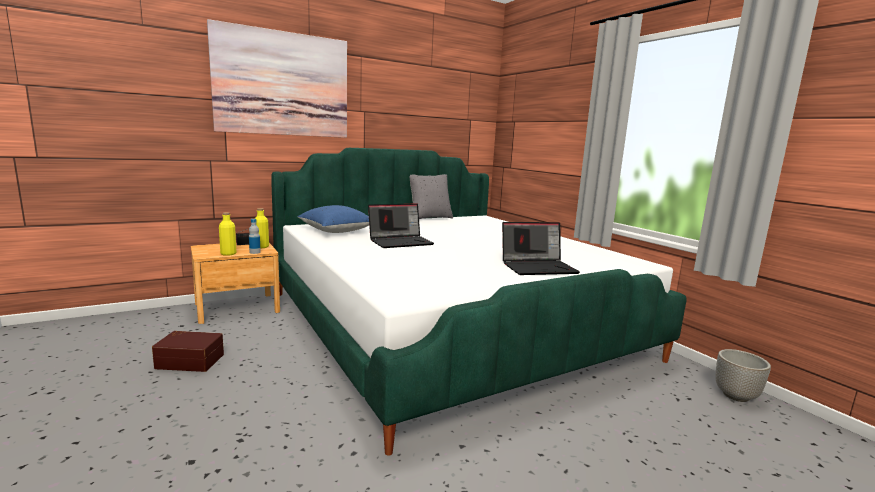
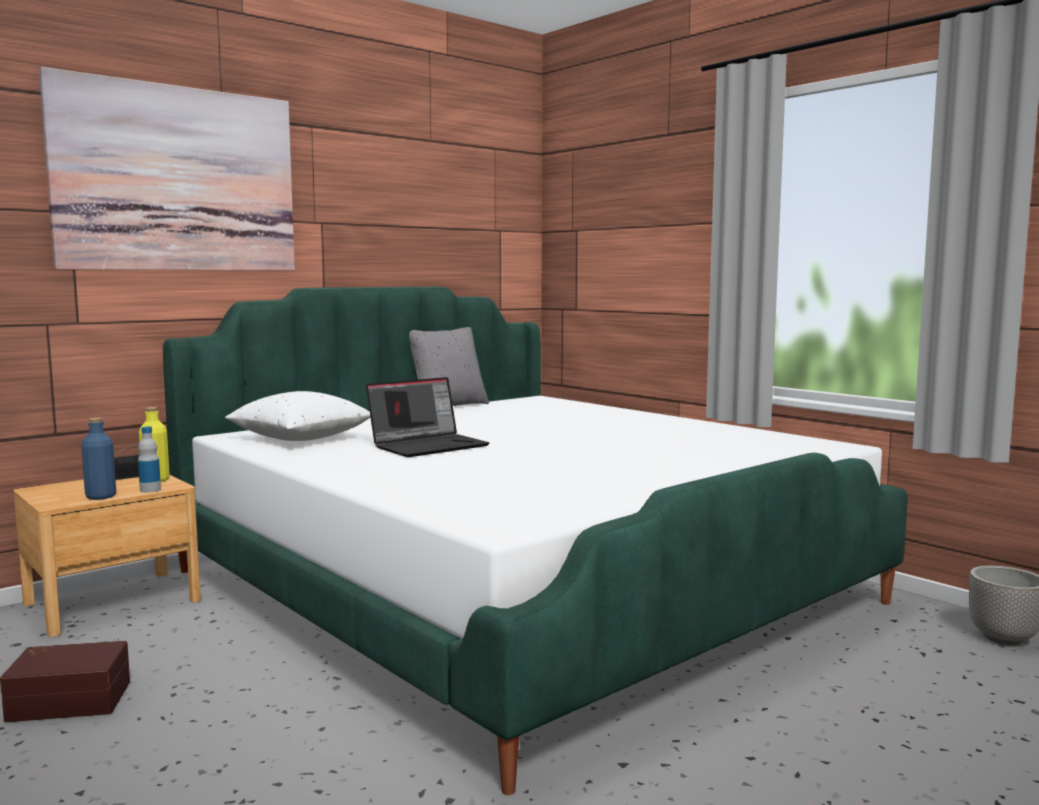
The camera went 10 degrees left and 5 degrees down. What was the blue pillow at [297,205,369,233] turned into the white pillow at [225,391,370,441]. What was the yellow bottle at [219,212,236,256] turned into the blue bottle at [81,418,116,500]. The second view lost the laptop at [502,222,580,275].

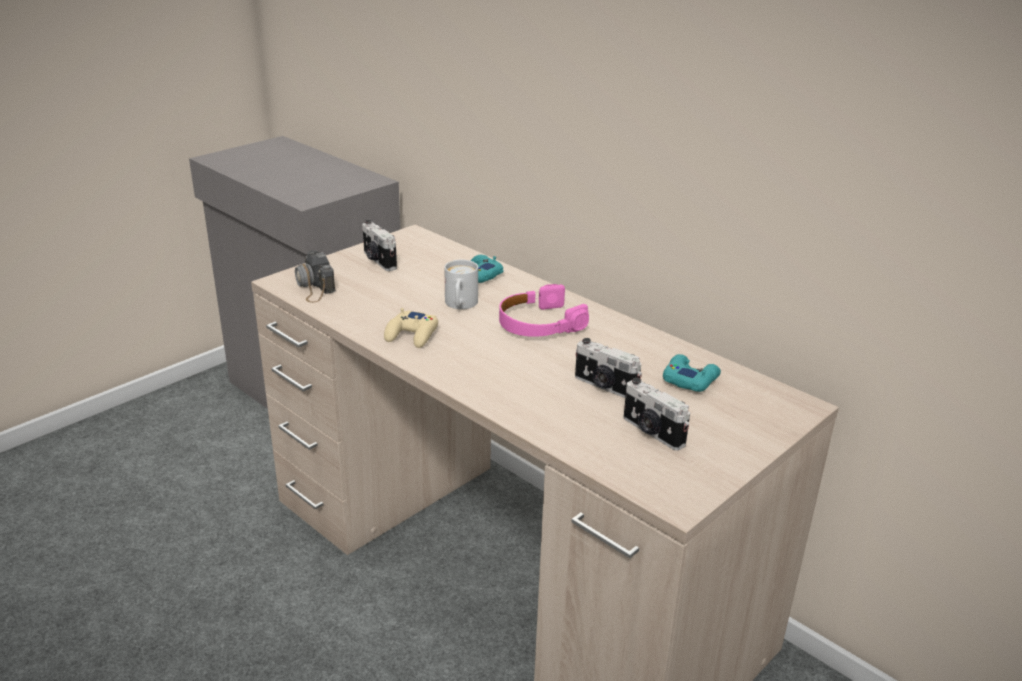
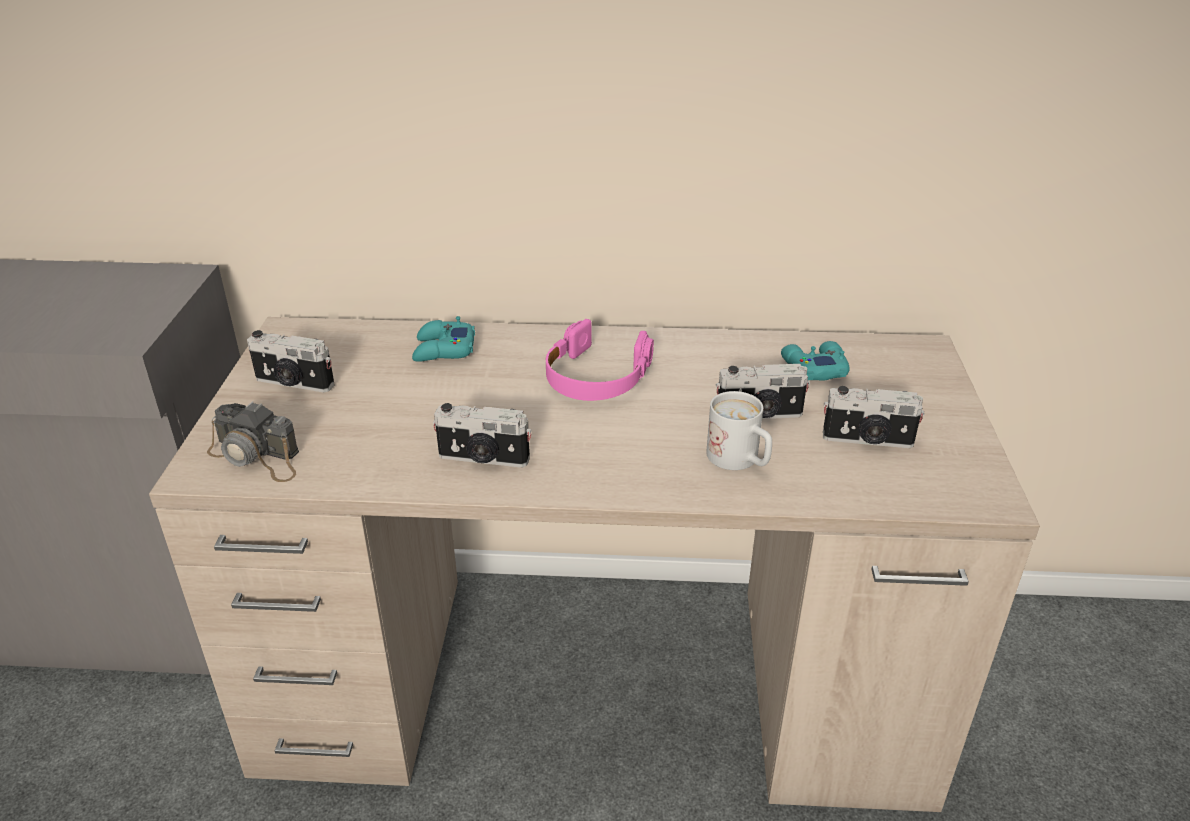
The camera went 40 degrees left and 5 degrees up. The white mug ended up elsewhere, having gone from [444,260,478,309] to [707,391,772,470]. Where the beige game controller stood at [384,308,438,348], the photo camera came to stand at [433,403,532,468].

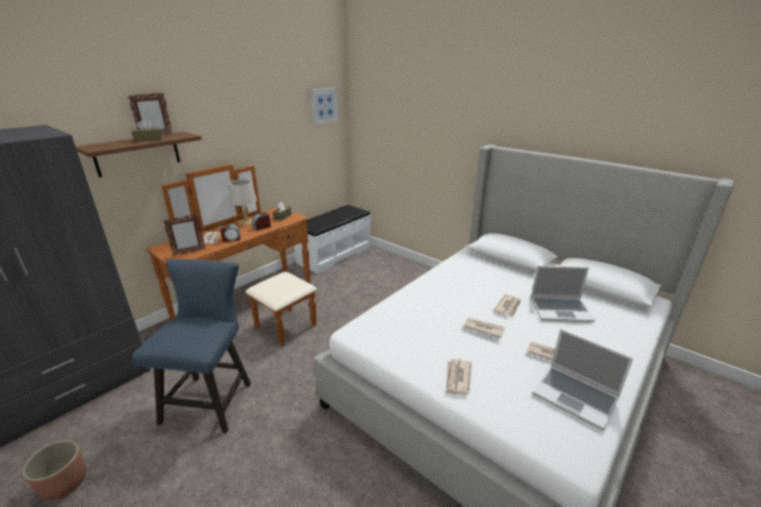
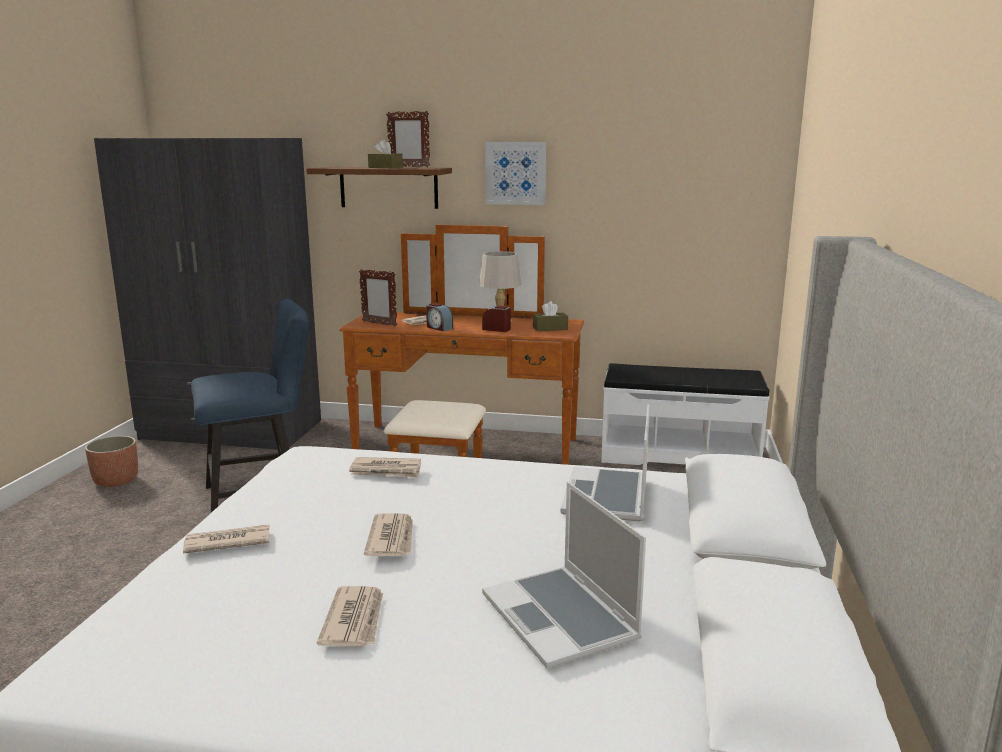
The camera went 60 degrees right and 10 degrees down. The picture ended up elsewhere, having gone from [311,88,338,125] to [485,142,546,205]. The newspaper ended up elsewhere, having gone from [493,294,521,317] to [349,457,421,478]. The laptop ended up elsewhere, having gone from [532,329,633,431] to [560,404,650,521].

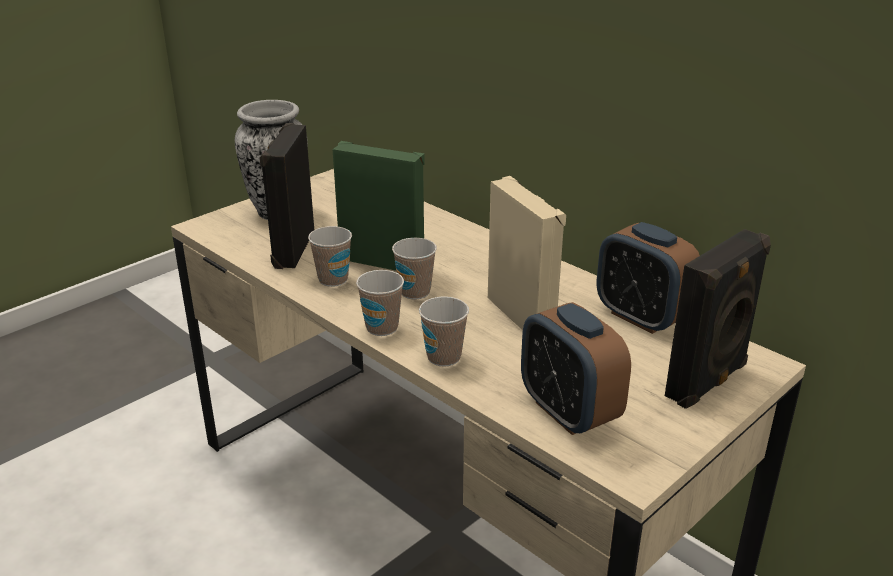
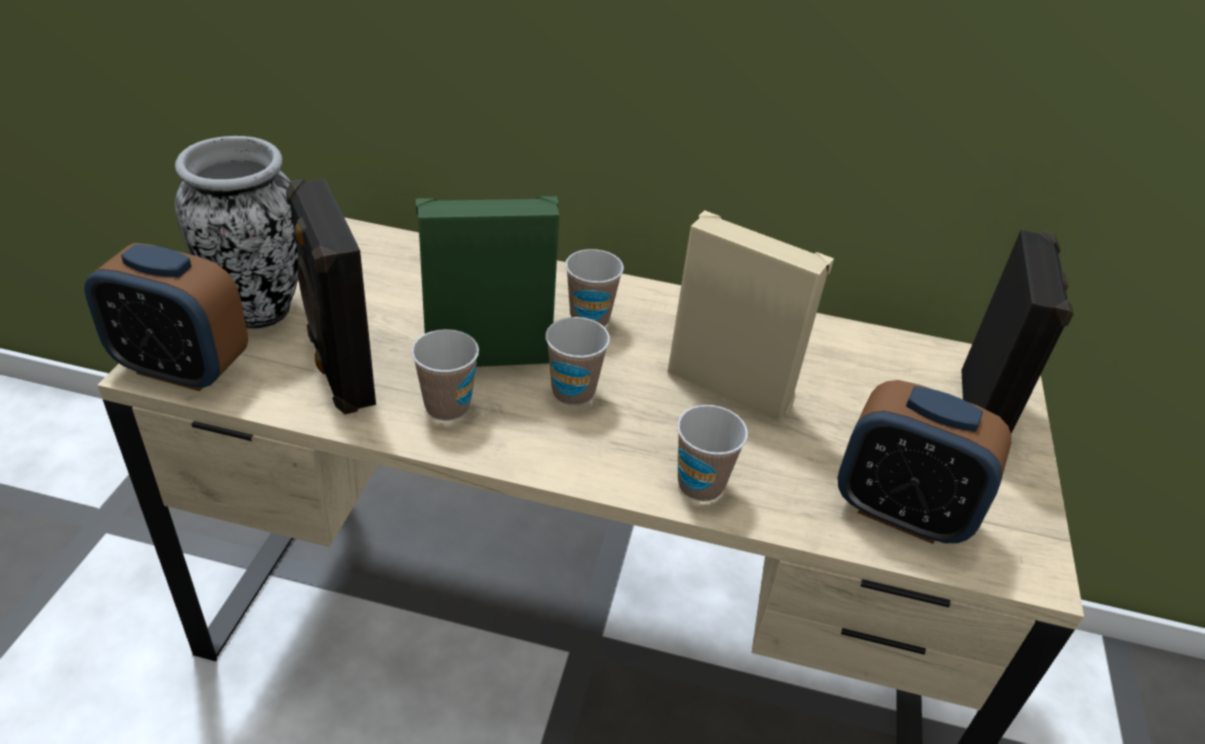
The camera went 35 degrees left and 10 degrees up. The alarm clock ended up elsewhere, having gone from [597,222,700,334] to [84,243,248,391]. The cup ended up elsewhere, having gone from [356,270,404,336] to [565,249,624,327].

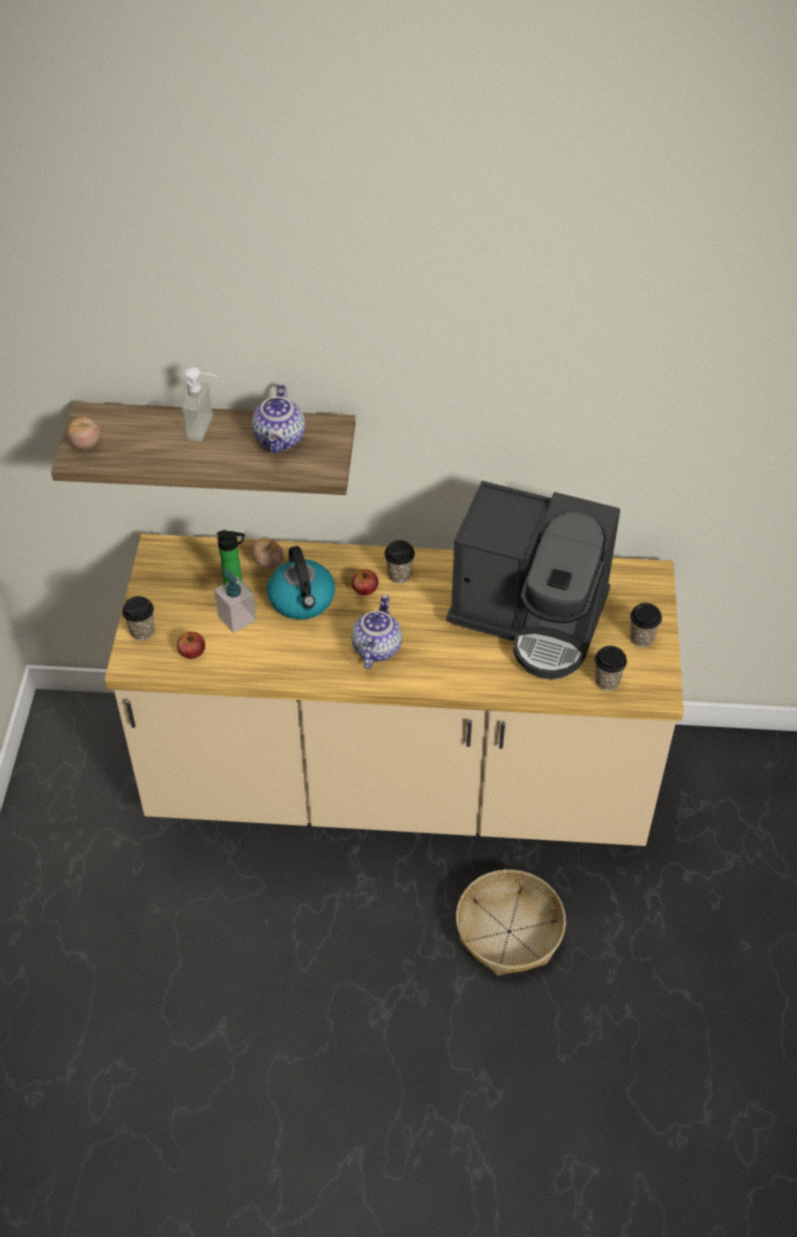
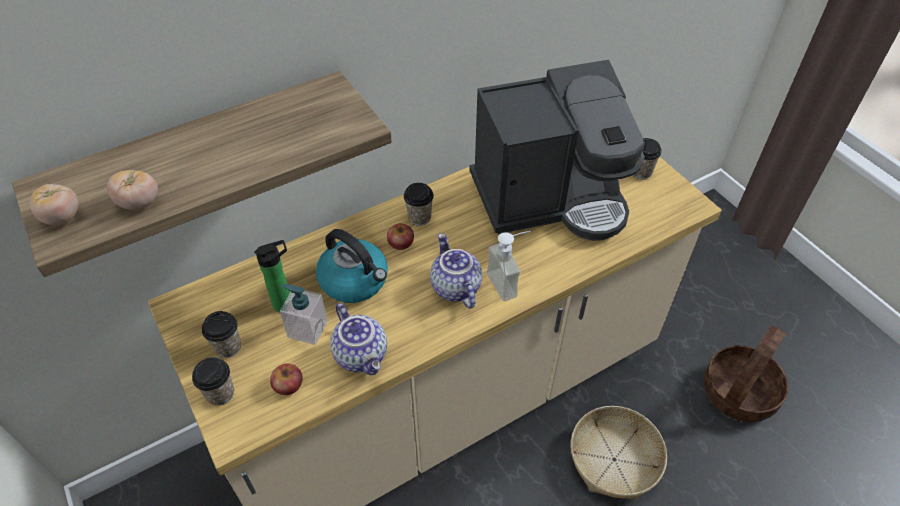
The camera went 35 degrees left and 0 degrees up. The soap dispenser ended up elsewhere, having gone from [182,367,219,442] to [487,231,531,301]. The teapot ended up elsewhere, having gone from [252,385,305,453] to [330,303,387,375]. The tomato ended up elsewhere, having gone from [252,538,284,568] to [107,170,158,210]. The cup ended up elsewhere, having gone from [595,646,627,690] to [202,311,241,358]. The second view gained the basket at [704,325,789,422].

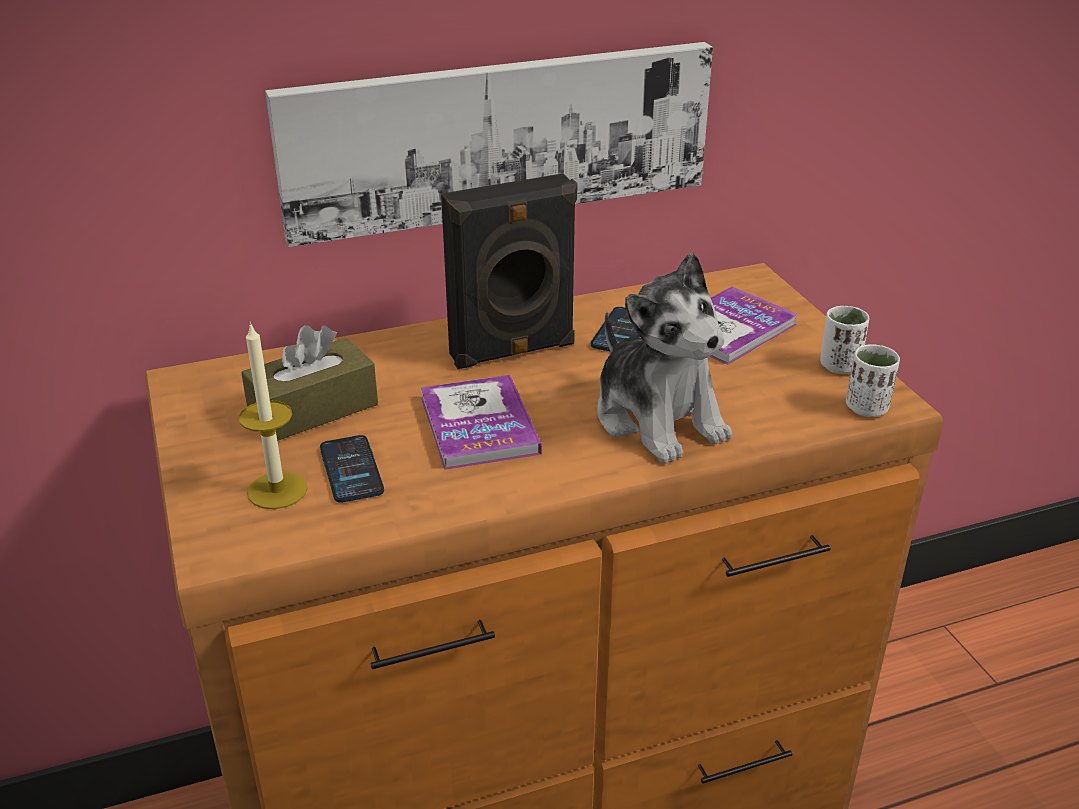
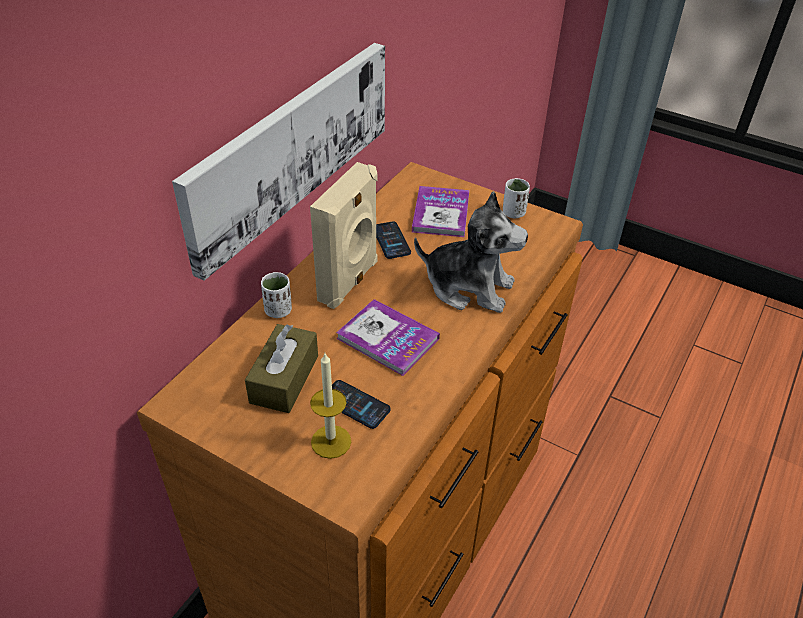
The camera went 40 degrees left and 10 degrees up. What was the black speaker at [441,174,577,369] turned into the beige speaker at [310,162,378,309]. The white cup ended up elsewhere, having gone from [846,344,900,417] to [261,272,292,318].

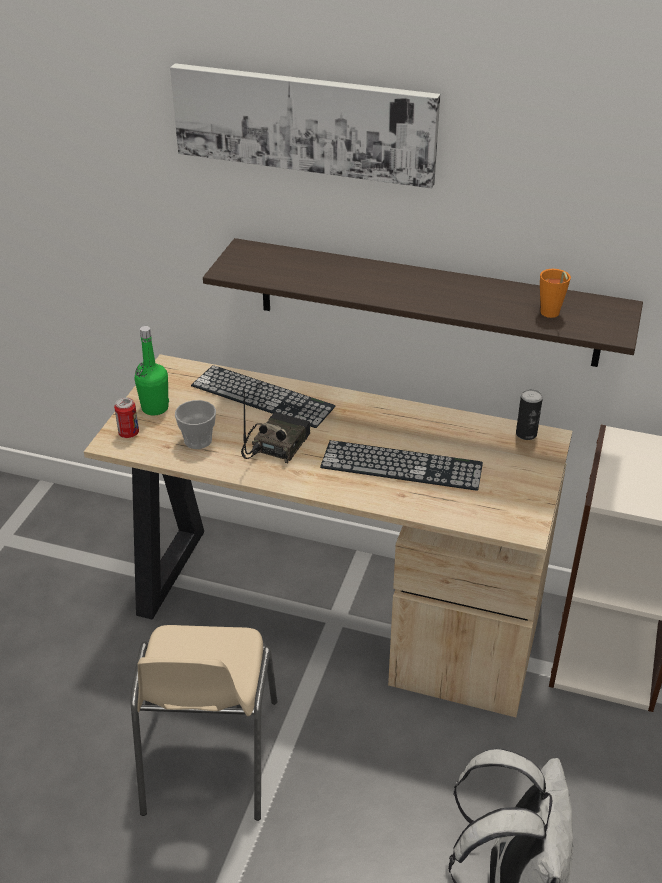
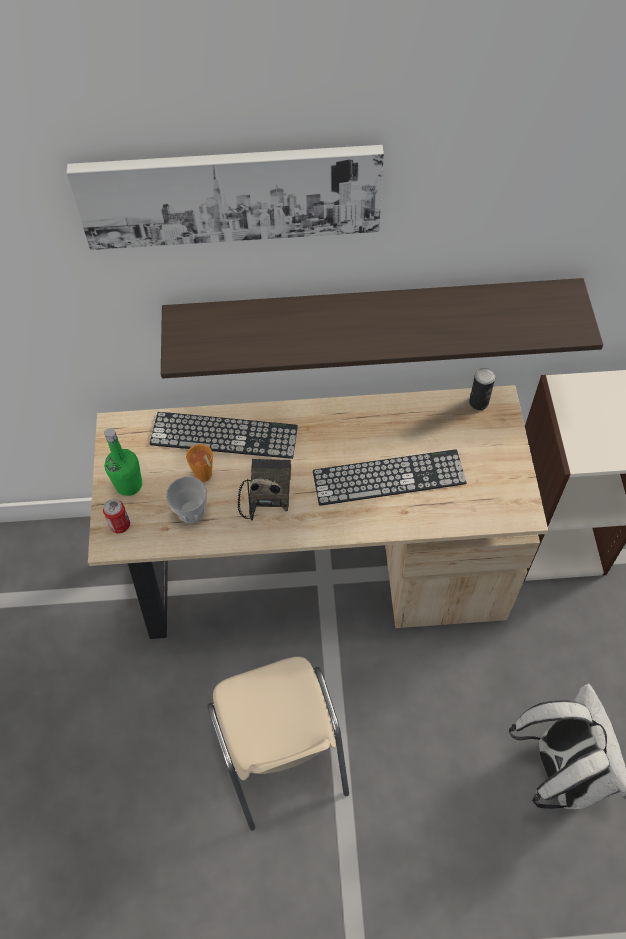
The camera went 20 degrees left and 20 degrees up. The orange cup ended up elsewhere, having gone from [540,269,571,318] to [186,444,213,482].

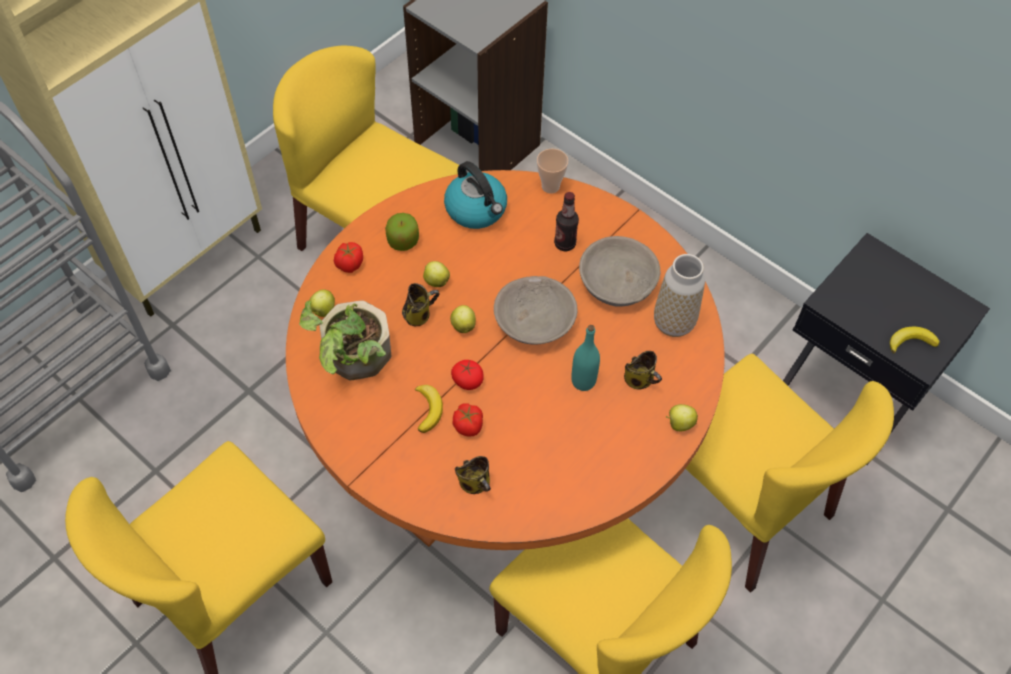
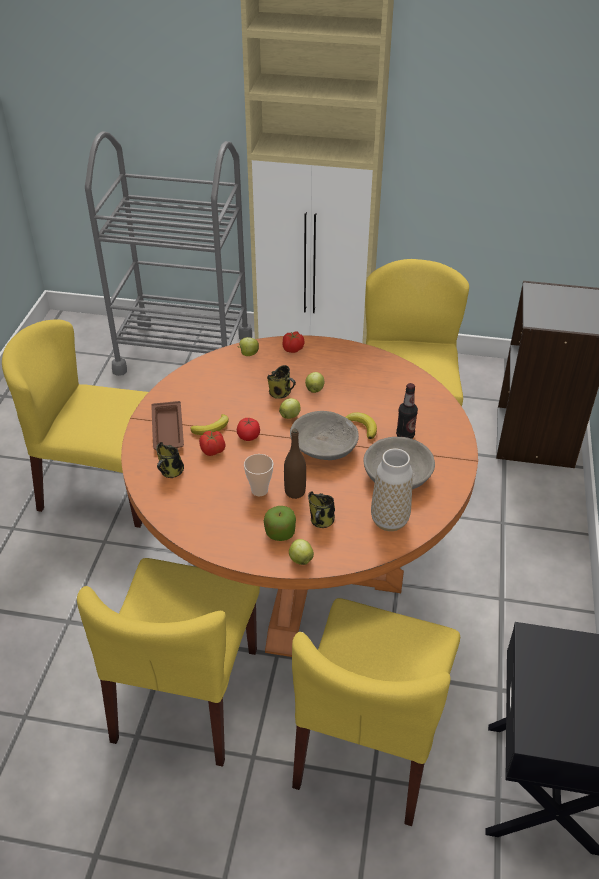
The camera went 60 degrees right and 15 degrees down. The cup ended up elsewhere, having gone from [537,149,568,194] to [244,454,274,496]. The second view lost the kettle at [444,161,507,229]. The apple ended up elsewhere, having gone from [385,213,419,251] to [264,506,296,541]. The second view lost the potted plant at [299,300,391,380]. What was the turquoise bottle at [571,325,600,391] turned into the brown bottle at [284,429,306,499]. The banana ended up elsewhere, having gone from [890,327,939,353] to [346,412,377,439]. The second view gained the brown tray at [151,401,184,450].

